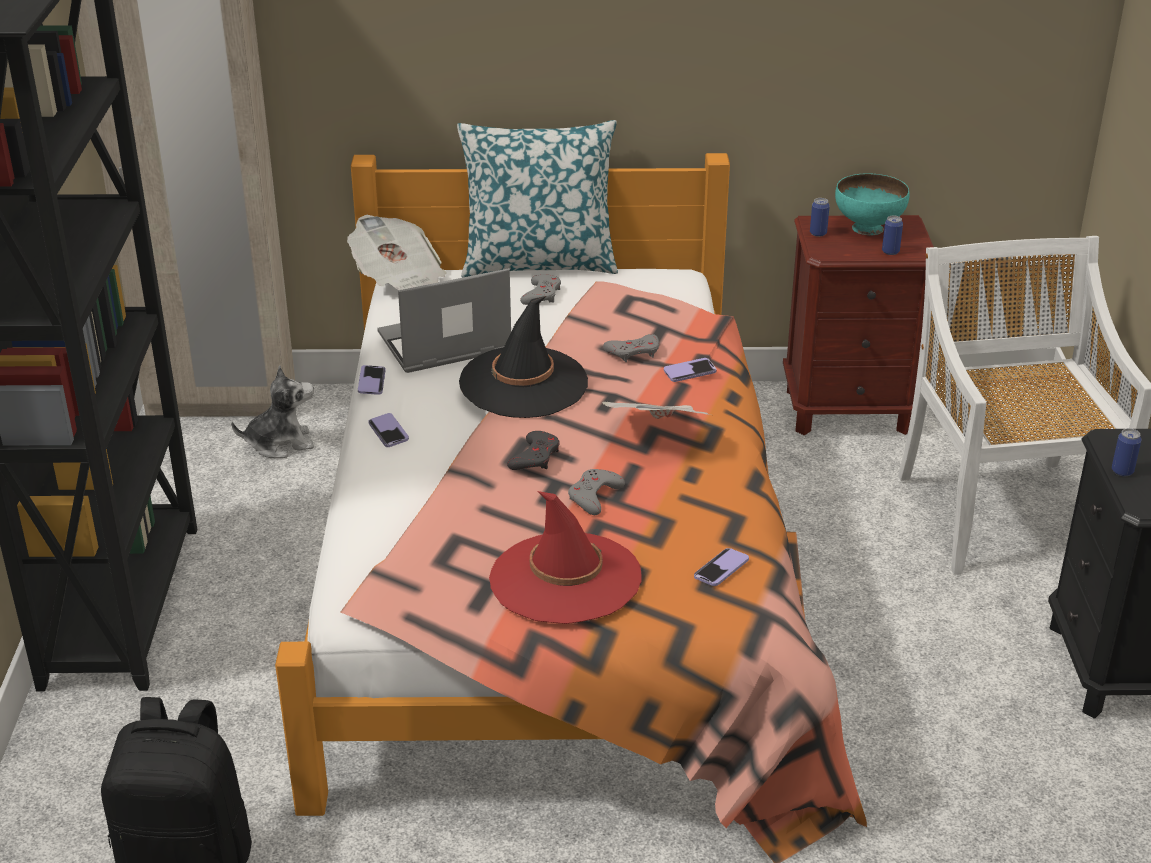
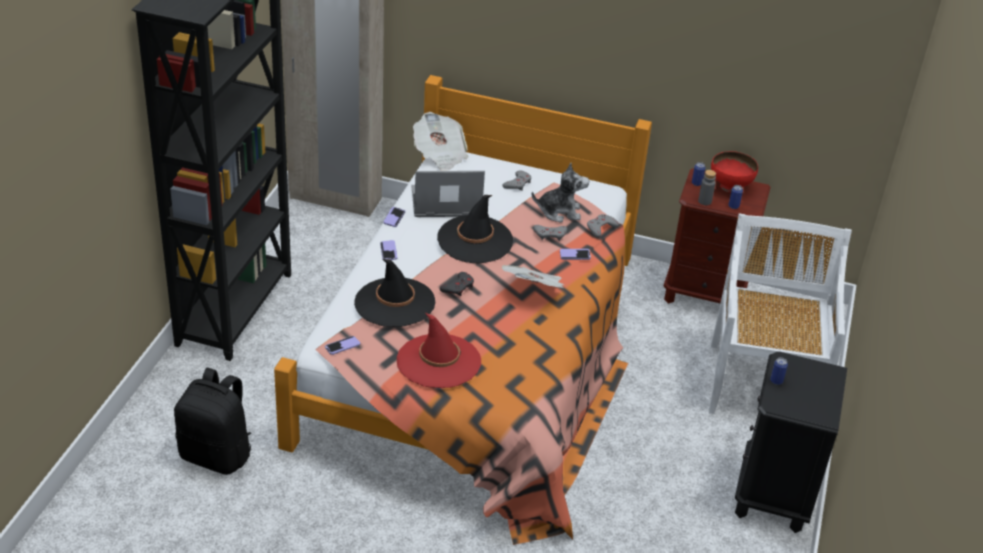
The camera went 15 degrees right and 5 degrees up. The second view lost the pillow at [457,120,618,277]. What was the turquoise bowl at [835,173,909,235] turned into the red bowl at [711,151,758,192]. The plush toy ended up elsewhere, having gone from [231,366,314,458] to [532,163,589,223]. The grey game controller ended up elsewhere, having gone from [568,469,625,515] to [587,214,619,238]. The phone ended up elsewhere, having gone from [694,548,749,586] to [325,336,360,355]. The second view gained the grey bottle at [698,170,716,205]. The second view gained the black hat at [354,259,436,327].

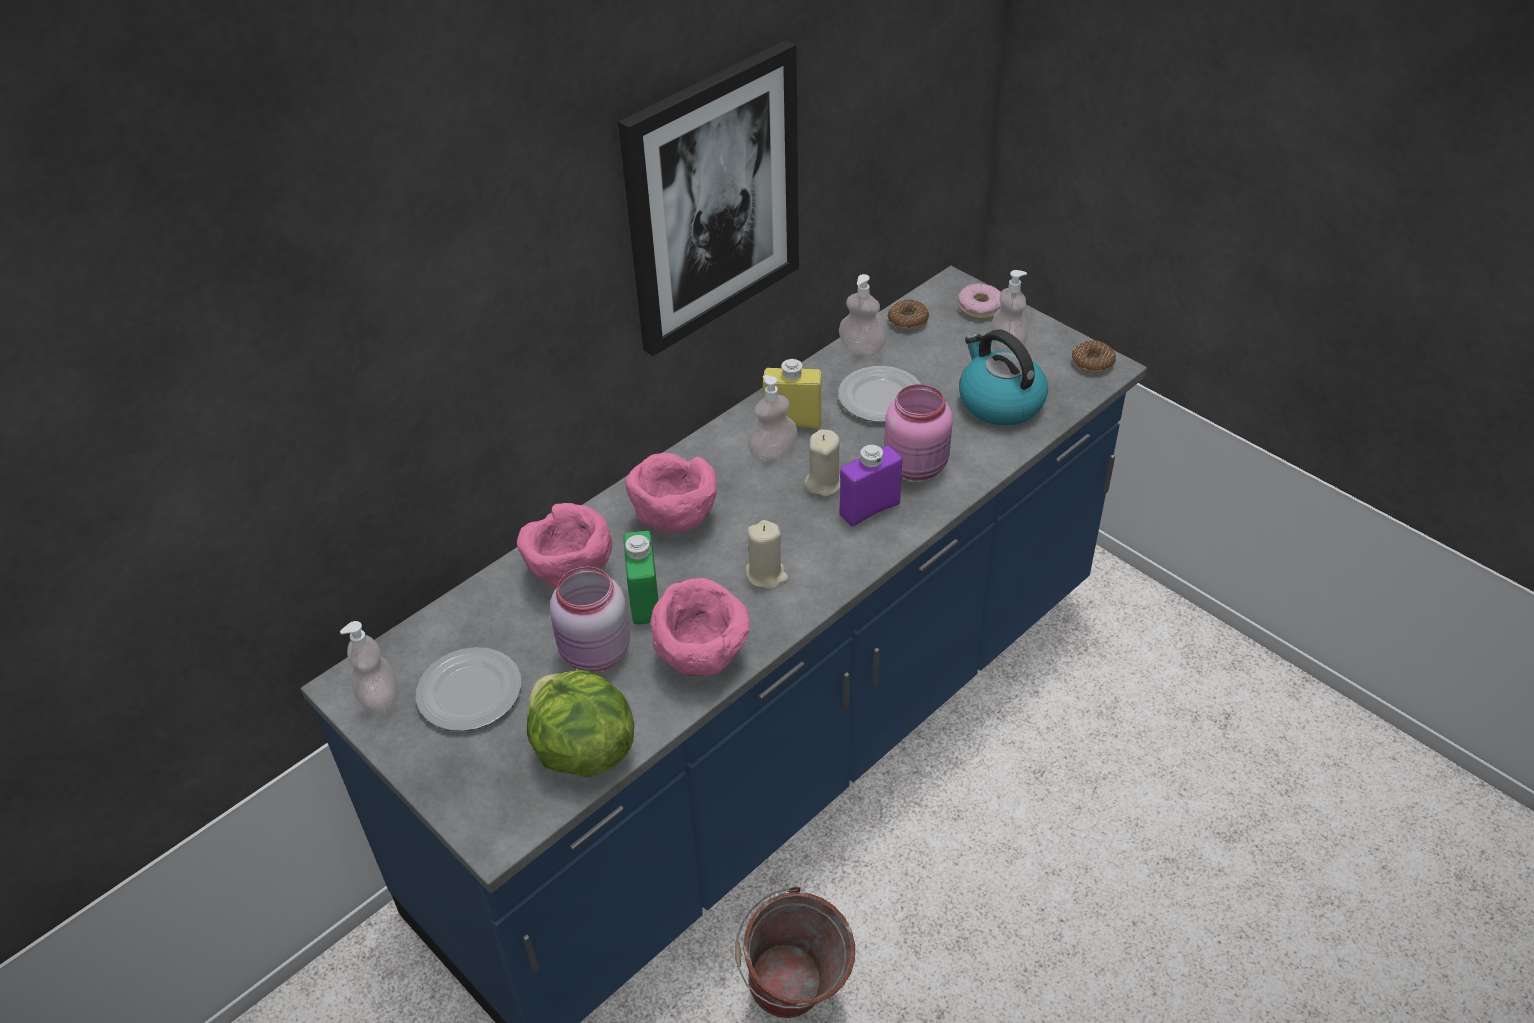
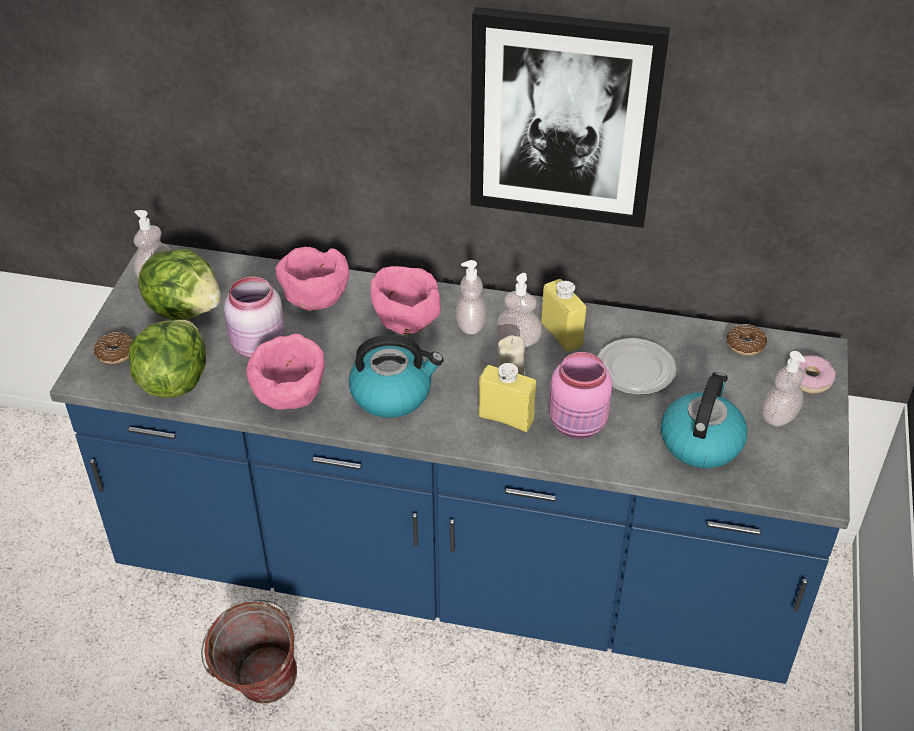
The camera went 55 degrees right and 0 degrees up. The soap dispenser ended up elsewhere, having gone from [839,274,886,357] to [455,260,487,335]. The donut ended up elsewhere, having gone from [1072,340,1116,373] to [94,332,133,364]. What was the purple bottle at [840,445,902,526] turned into the yellow bottle at [478,363,536,432]. Where the beige candle stood at [745,520,789,590], the kettle came to stand at [348,335,444,418]. The second view lost the green bottle at [623,531,659,625]. Where the plate stood at [416,647,521,731], the lettuce came to stand at [138,249,221,320].

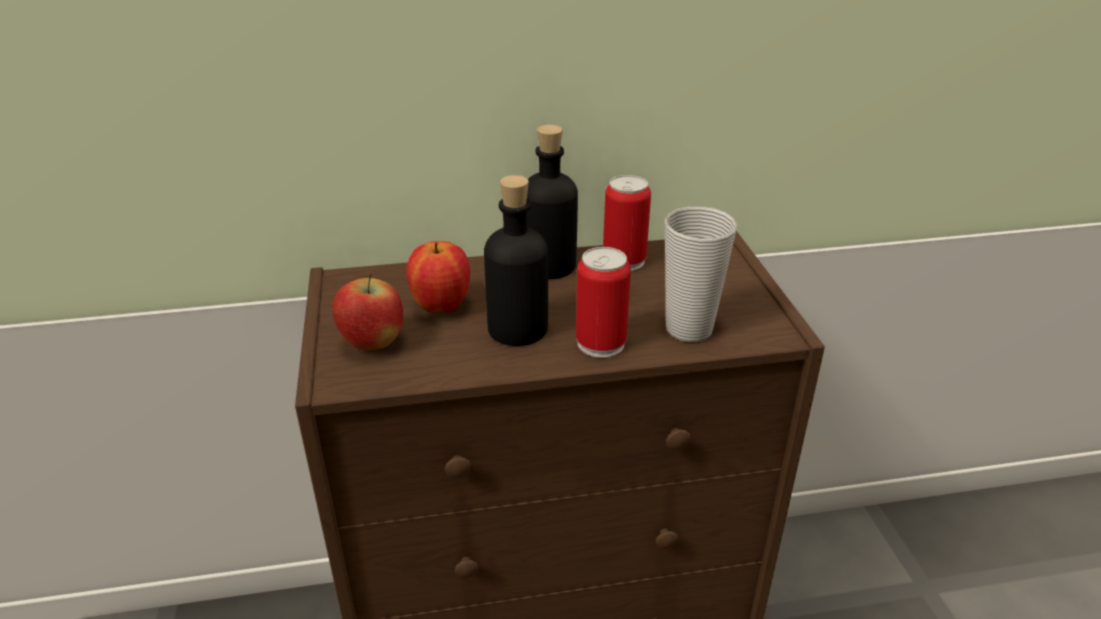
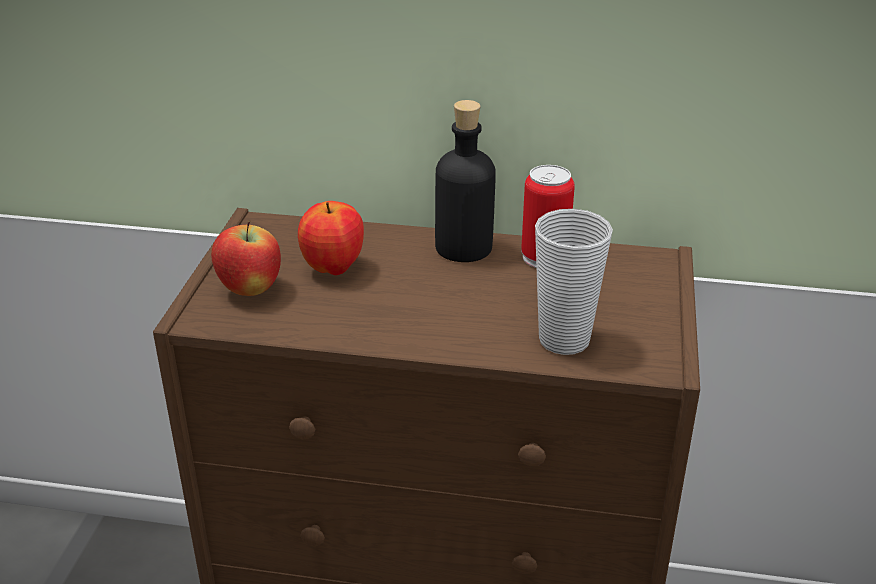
The camera went 20 degrees right and 0 degrees up. The second view lost the black bottle at [484,175,548,346]. The second view lost the can at [576,247,631,358].

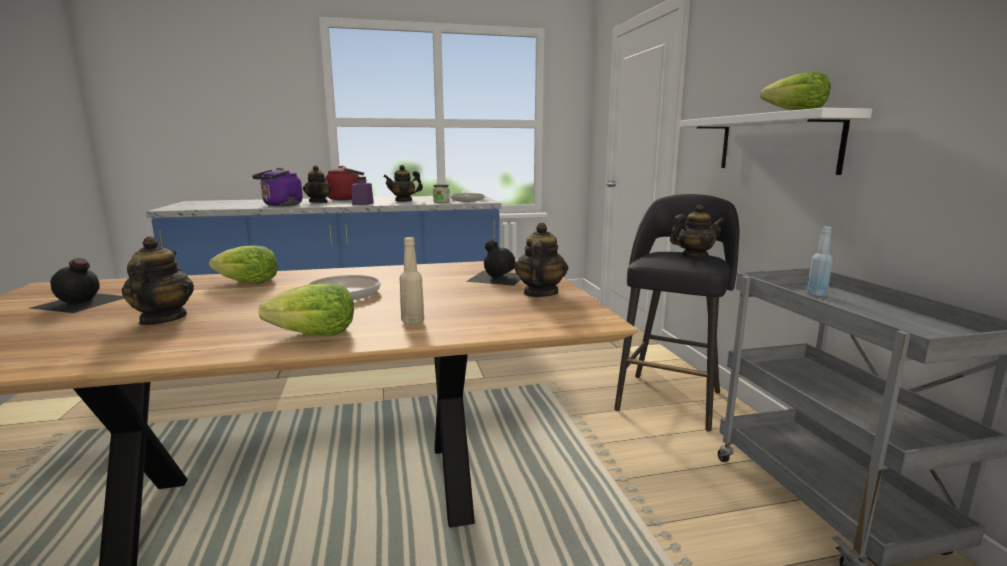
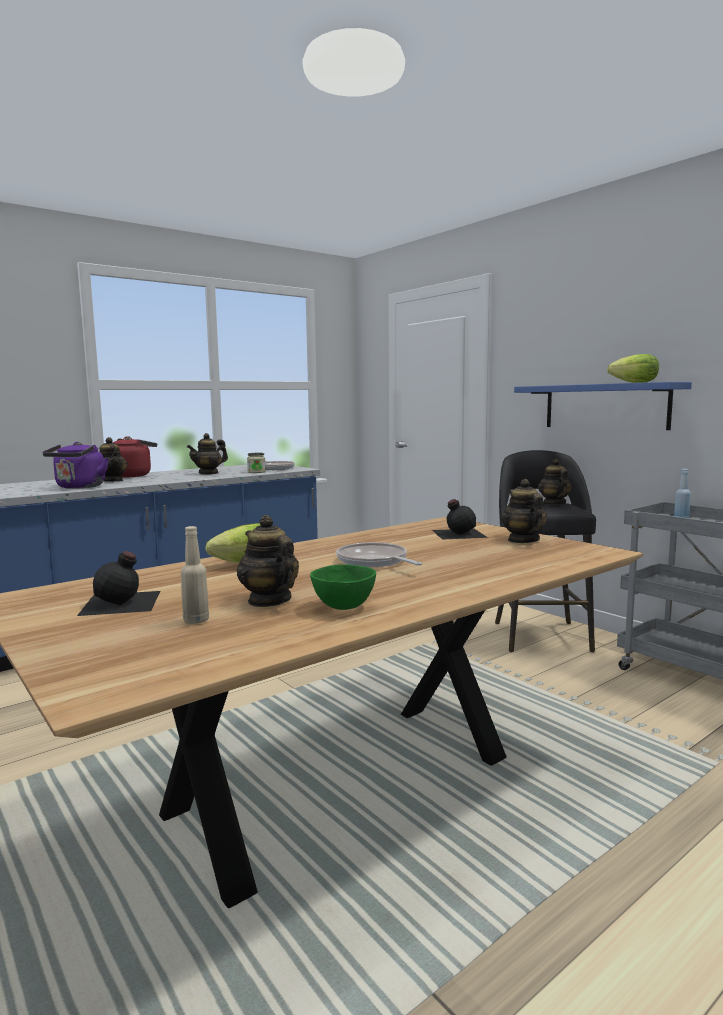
The camera went 25 degrees left and 5 degrees down. What was the white shelf at [680,108,872,175] turned into the blue shelf at [514,382,692,430]. The second view lost the purple jar at [352,177,374,205]. The teapot at [670,205,724,258] ended up facing another way, 60 degrees counterclockwise from before. The beige bottle ended up elsewhere, having gone from [400,237,424,325] to [181,526,209,624]. The second view lost the lettuce at [258,283,354,336]. The second view gained the green bowl at [310,565,376,610].

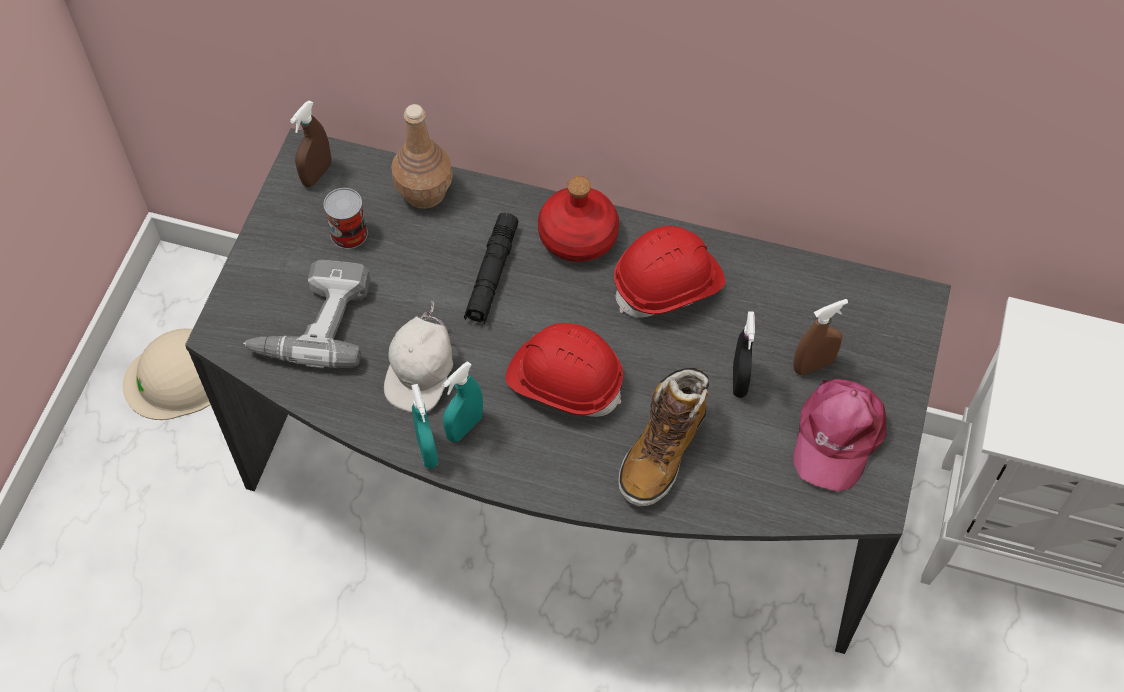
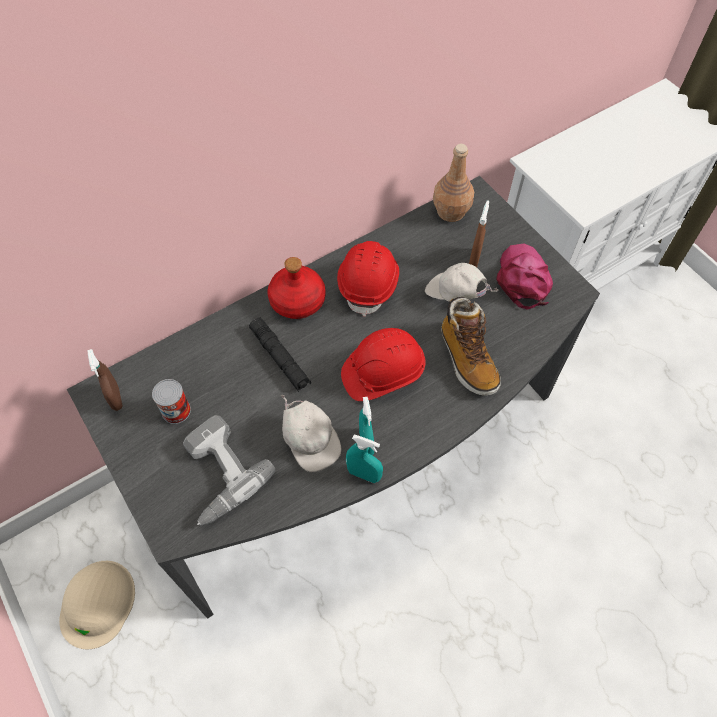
The camera went 50 degrees left and 0 degrees up. The brown bottle ended up elsewhere, having gone from [391,104,453,209] to [433,144,474,222]. Where the black spray bottle stood at [733,311,755,398], the white cap came to stand at [425,263,498,302]. The pink cap at [793,379,886,491] ended up facing another way, 150 degrees counterclockwise from before.

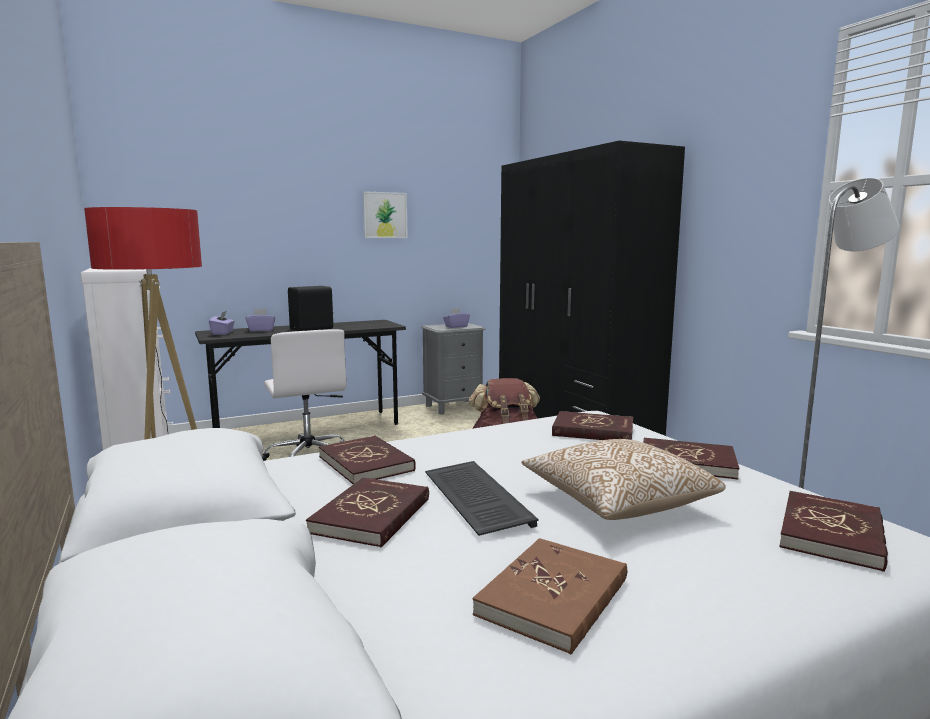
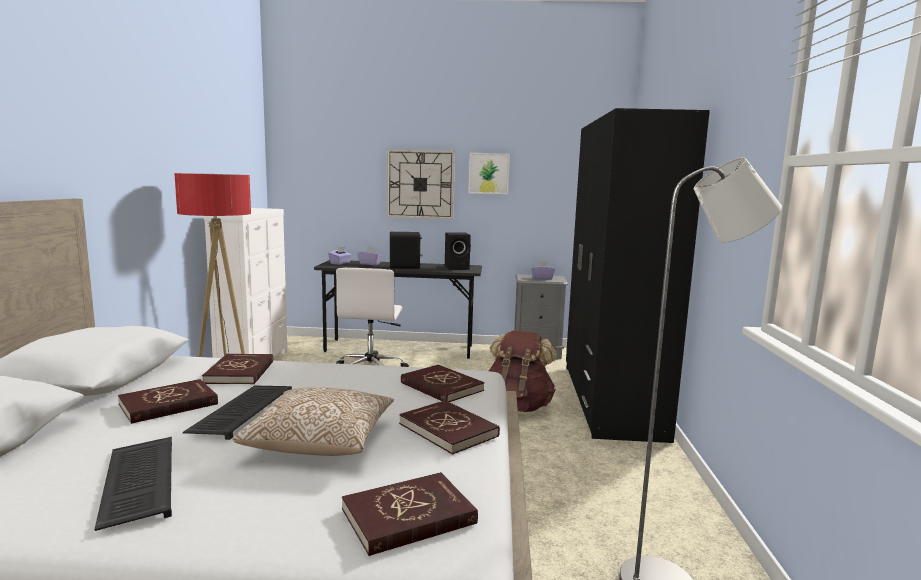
The camera went 30 degrees right and 0 degrees up. Where the brown book stood at [472,538,627,654], the keyboard came to stand at [94,437,172,531]. The second view gained the wall clock at [387,149,455,220]. The second view gained the black speaker at [445,232,471,270].

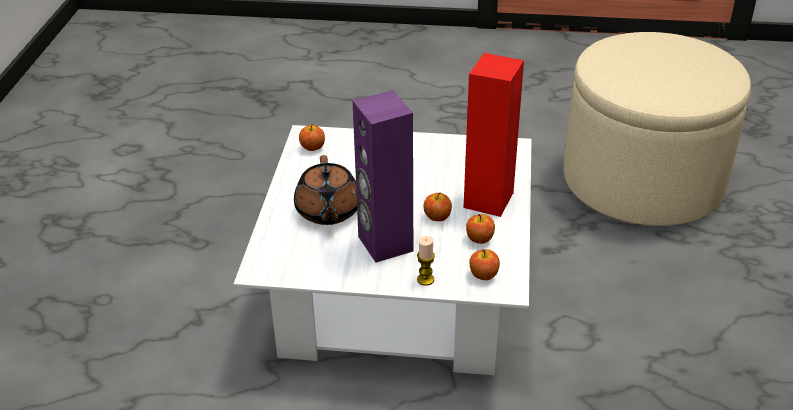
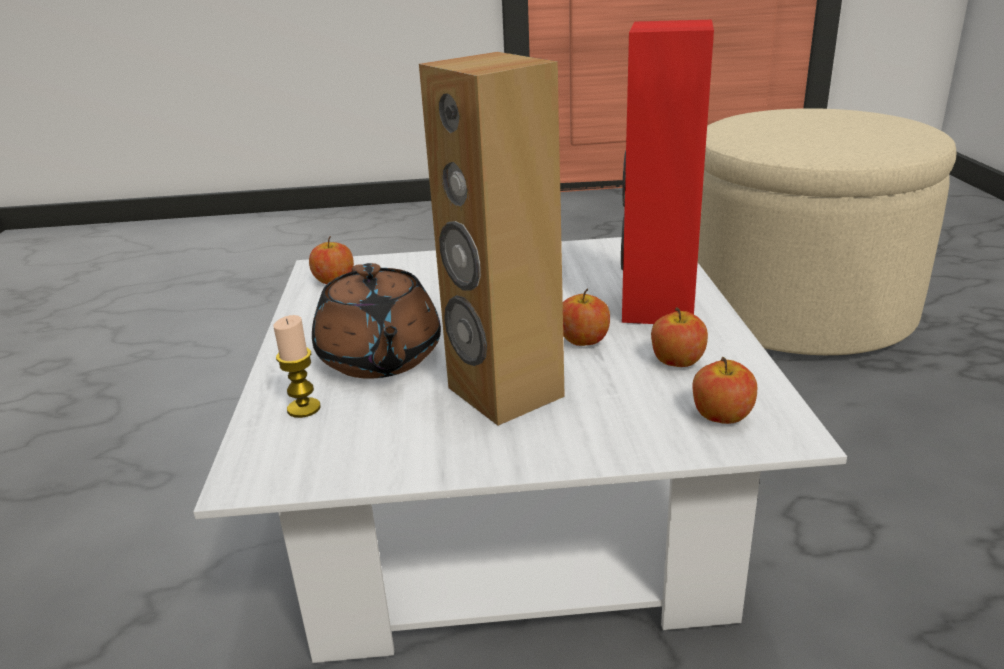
The camera went 10 degrees left and 10 degrees down. What was the purple speaker at [352,91,413,263] turned into the brown speaker at [419,52,565,426]. The candle ended up elsewhere, having gone from [417,236,435,286] to [274,315,321,418].

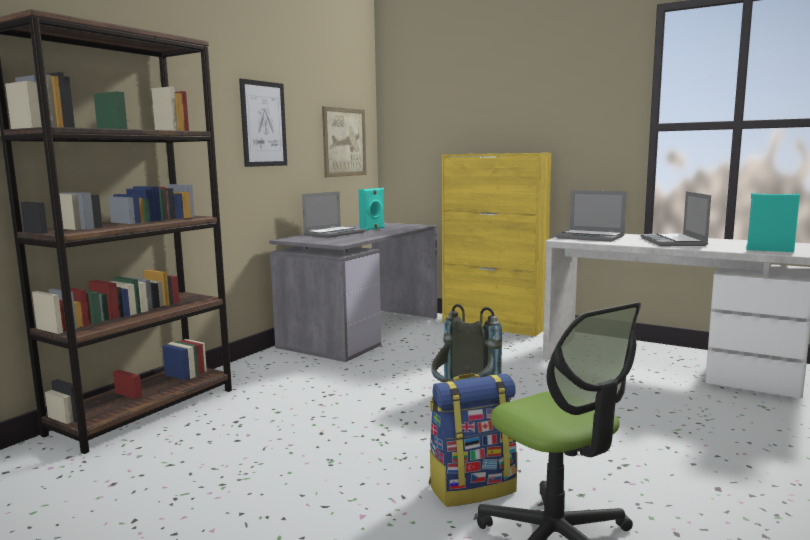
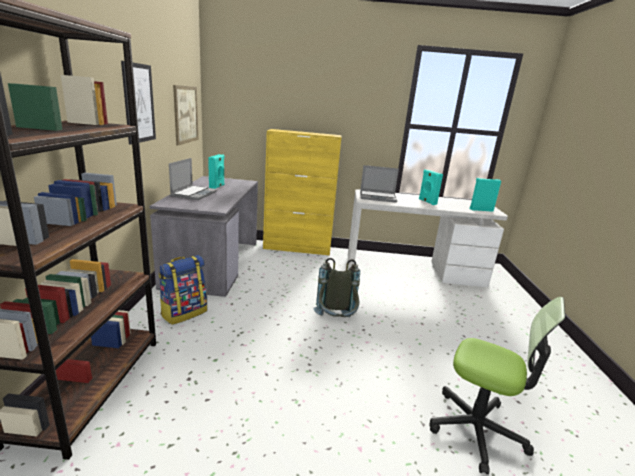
The camera went 30 degrees left and 10 degrees up. Where the laptop stood at [641,191,711,246], the turquoise speaker came to stand at [419,169,443,205]. The backpack ended up elsewhere, having gone from [429,373,517,507] to [159,255,207,325].

